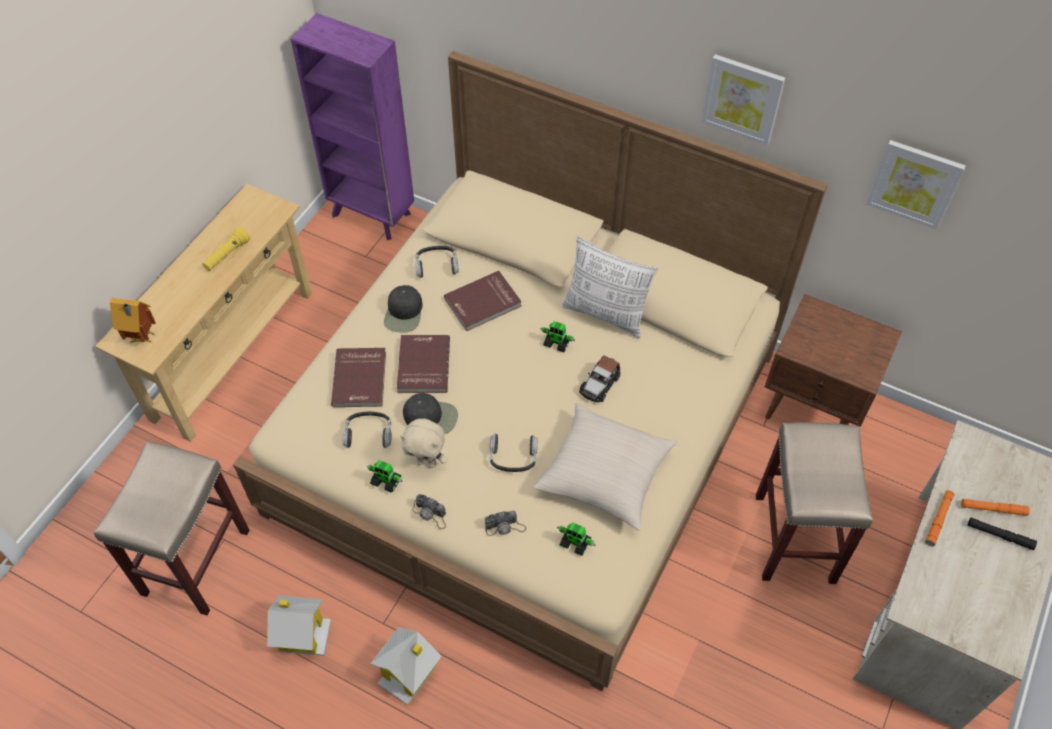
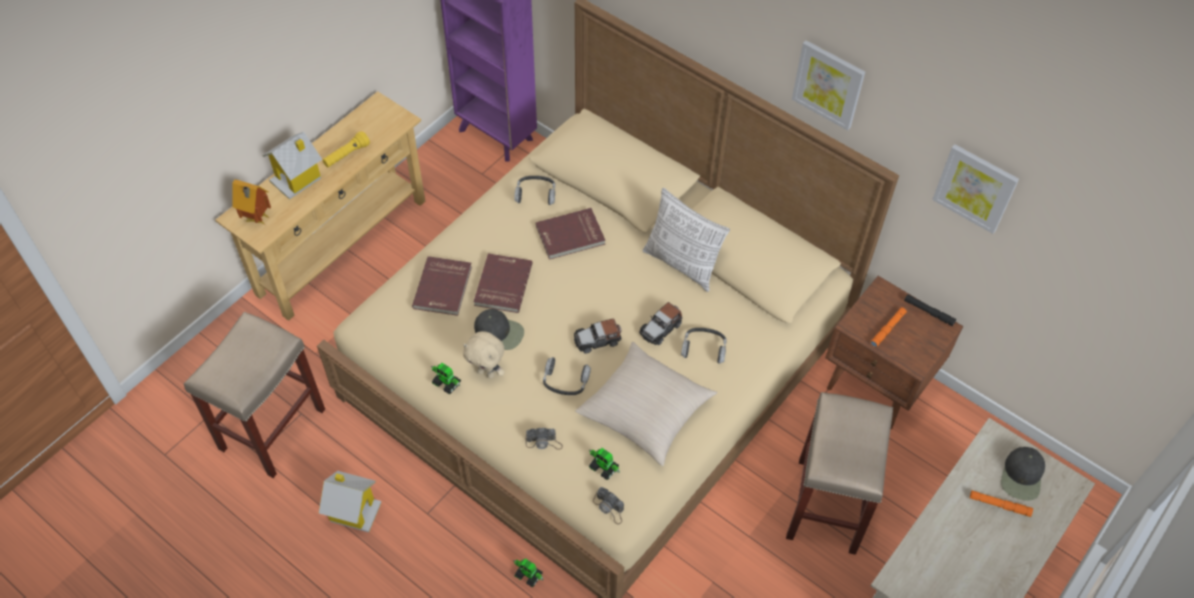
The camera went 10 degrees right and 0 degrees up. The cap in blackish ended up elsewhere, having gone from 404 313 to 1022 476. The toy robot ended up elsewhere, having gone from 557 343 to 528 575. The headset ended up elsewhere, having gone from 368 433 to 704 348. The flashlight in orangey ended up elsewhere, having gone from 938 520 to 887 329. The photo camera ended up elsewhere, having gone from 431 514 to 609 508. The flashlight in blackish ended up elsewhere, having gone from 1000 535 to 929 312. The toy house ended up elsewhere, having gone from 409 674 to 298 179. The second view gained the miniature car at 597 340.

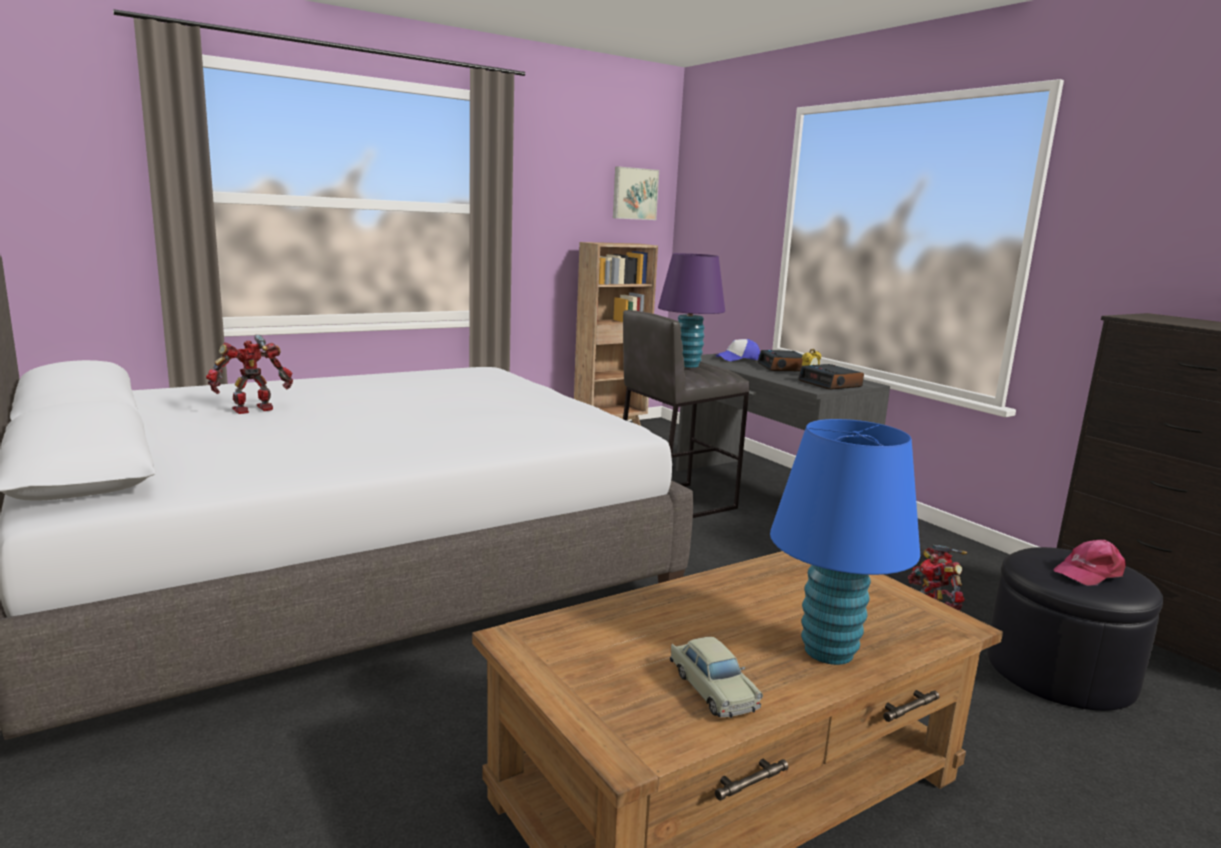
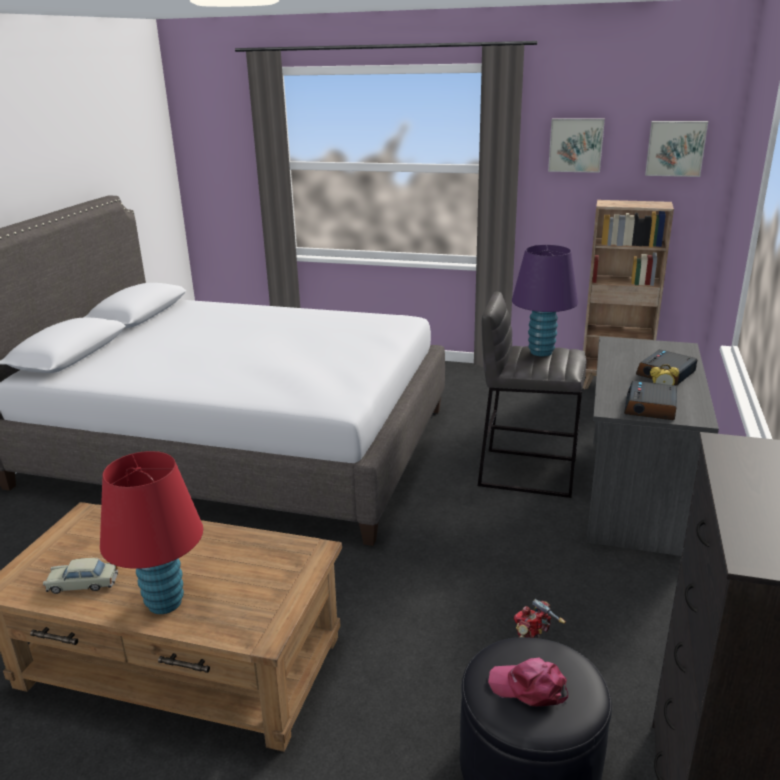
The camera went 50 degrees right and 10 degrees up. The second view lost the toy robot at 254 410. The second view lost the cap at 738 359. What was the lamp for a table in blue at 828 652 turned into the lamp for a table in red at 164 603. The miniature car in beige at 712 688 ended up facing another way, 60 degrees clockwise from before. The second view gained the wall picture at 576 145.

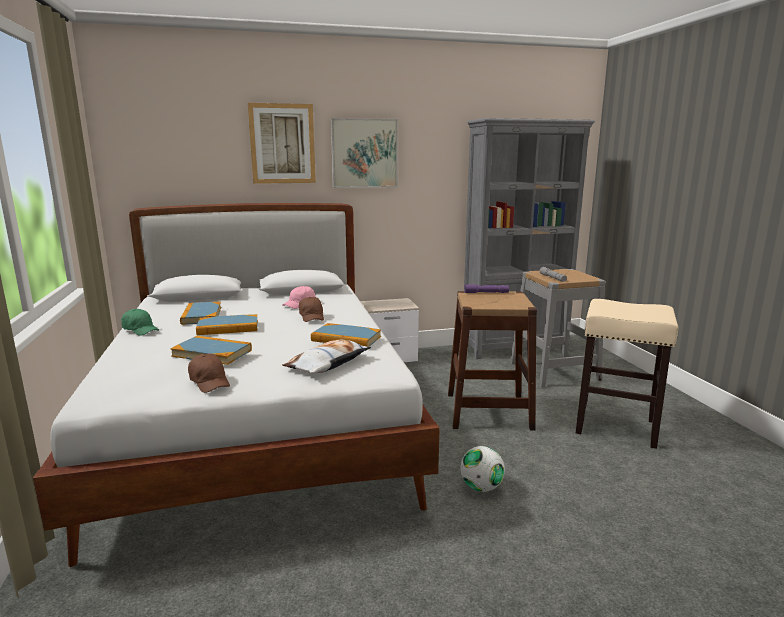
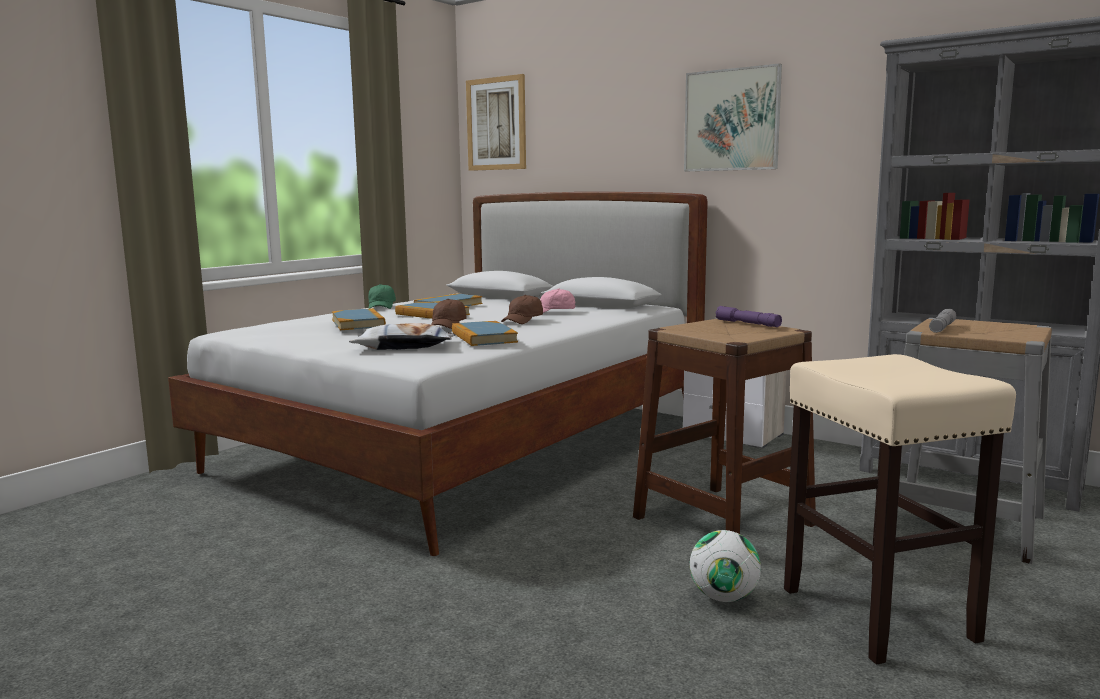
The camera went 50 degrees right and 5 degrees down. The wall picture ended up elsewhere, having gone from 282 144 to 496 124. The cap in brownish ended up elsewhere, having gone from 210 382 to 448 325. The football ball ended up elsewhere, having gone from 481 487 to 723 597.

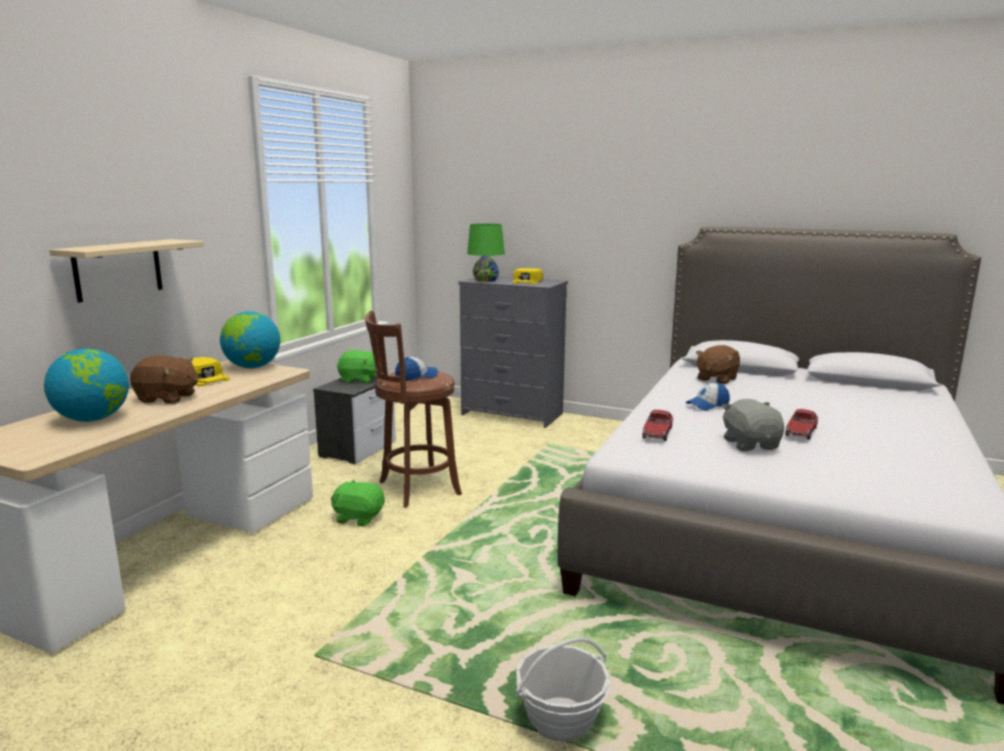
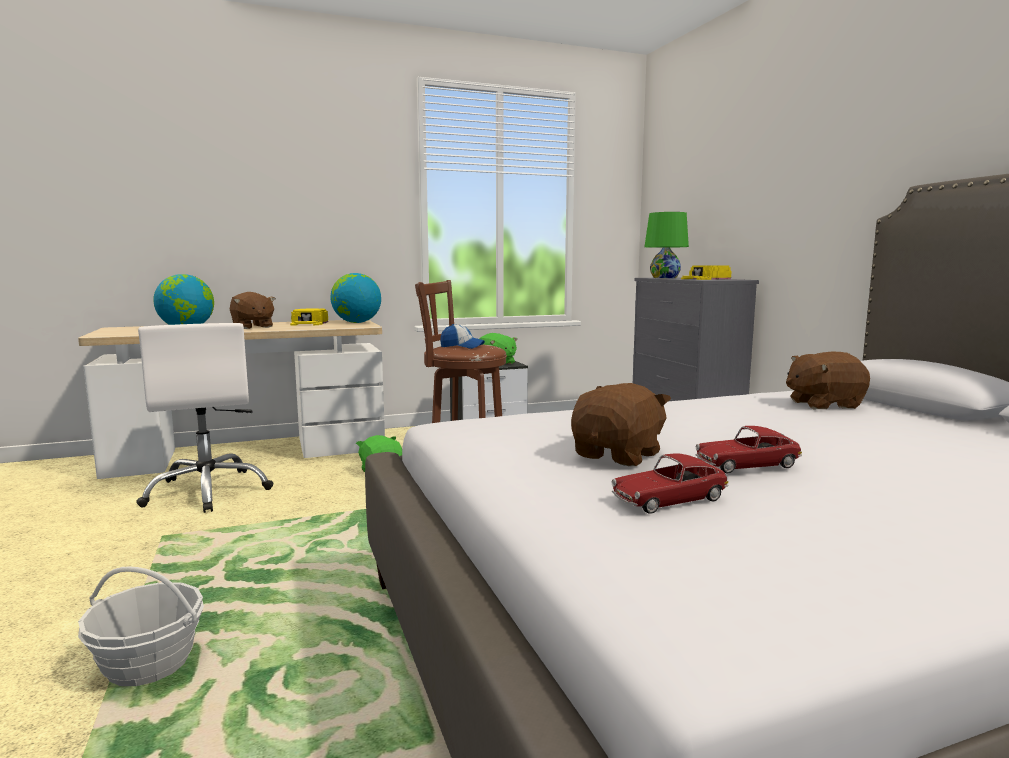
The camera went 45 degrees right and 5 degrees down. The second view lost the shelf in beige at 118 269. The second view lost the cap at 707 405. What was the plush toy in grey at 751 444 turned into the plush toy in brownish at 618 455. The miniature car ended up elsewhere, having gone from 657 433 to 669 499. The second view gained the desk chair in white-coloured at 208 491.

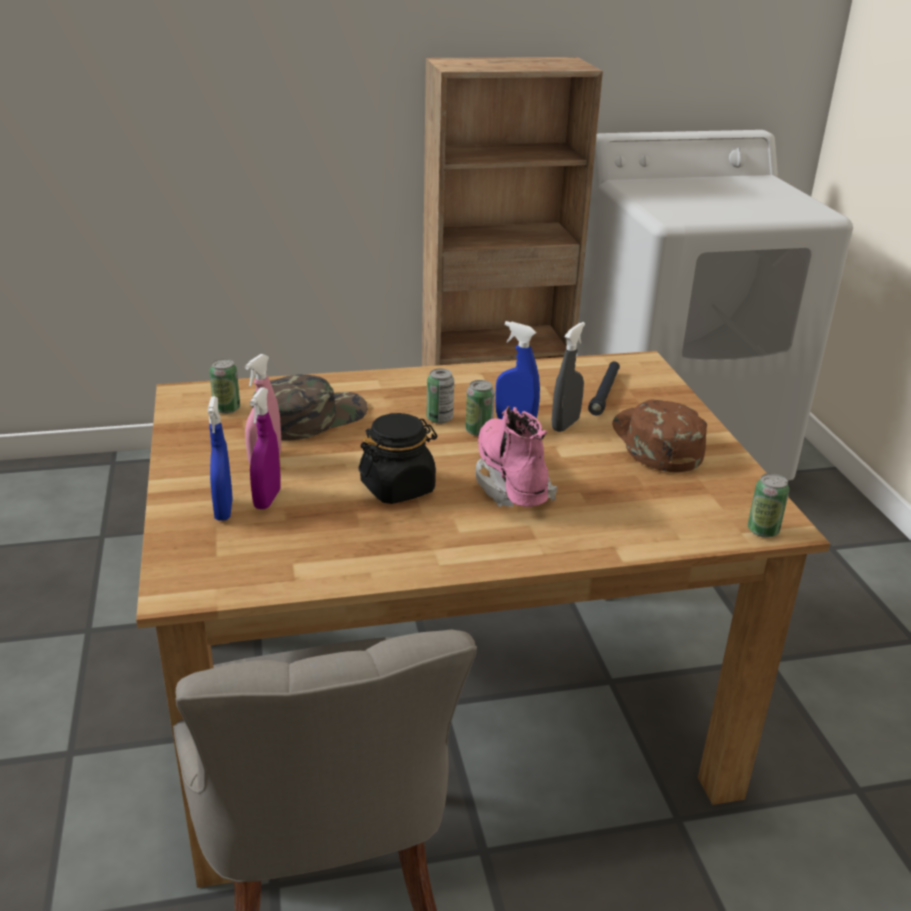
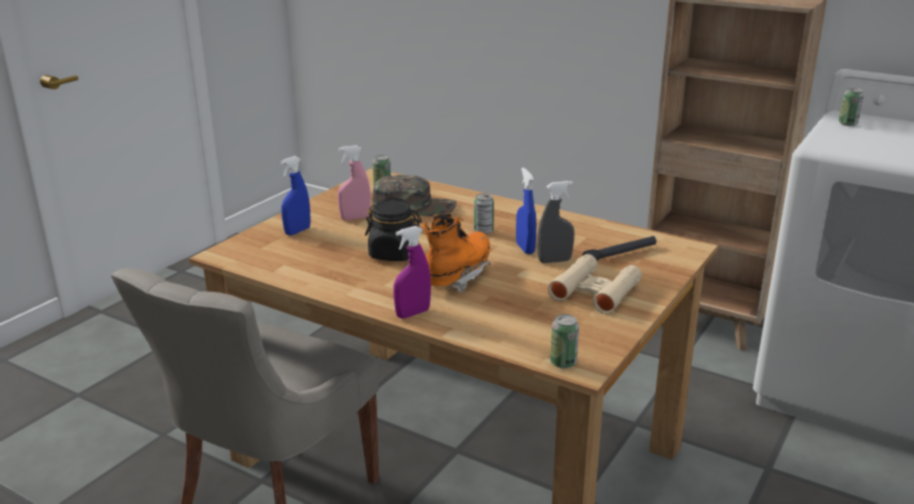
The camera went 45 degrees right and 5 degrees down. The metal can ended up elsewhere, having gone from 478 431 to 848 124. The spray bottle in purplish ended up elsewhere, having gone from 267 499 to 413 313. Where the cap in brownish stood at 655 442, the field glasses in beige came to stand at 595 291. What was the boot in pink at 511 483 turned into the boot in orangey at 457 276.

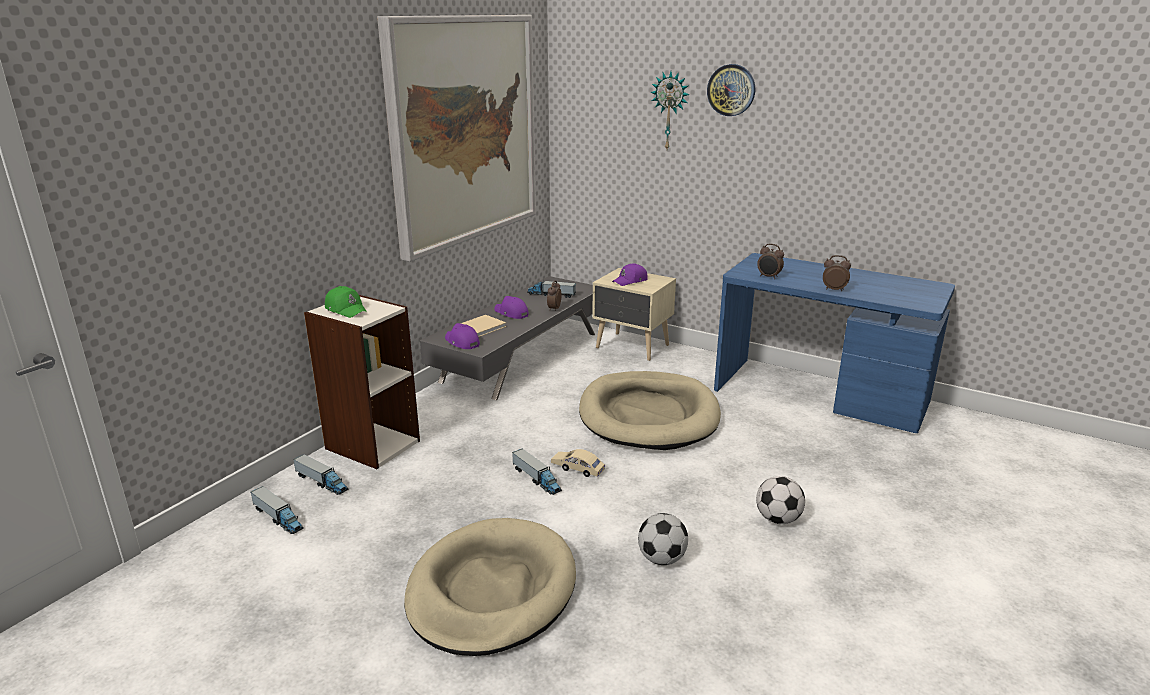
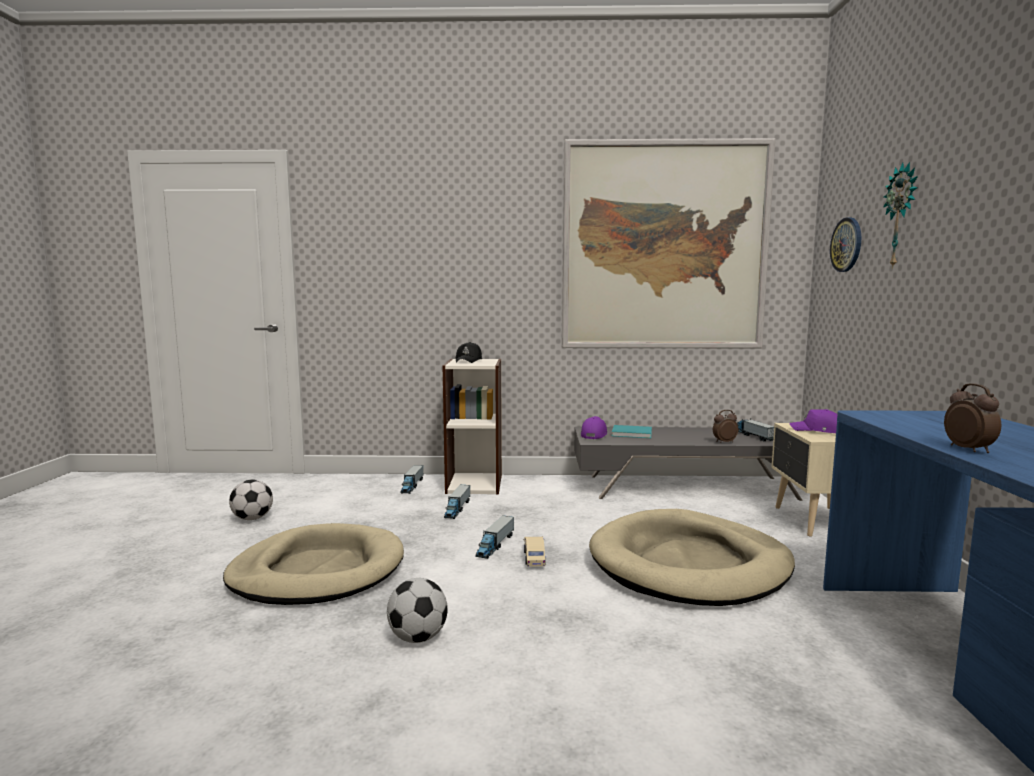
The camera went 60 degrees right and 15 degrees down. The clock on the wall ended up elsewhere, having gone from 731 90 to 847 245. The second view lost the bedside clock at 769 277. What was the cap in green at 346 309 turned into the cap in blackish at 469 361. The second view lost the cap in purplish at 511 313. What was the bound book in beige at 482 327 turned into the bound book in turquoise at 633 433. The football ball ended up elsewhere, having gone from 778 519 to 252 518. The toy lorry ended up elsewhere, having gone from 278 518 to 457 509.

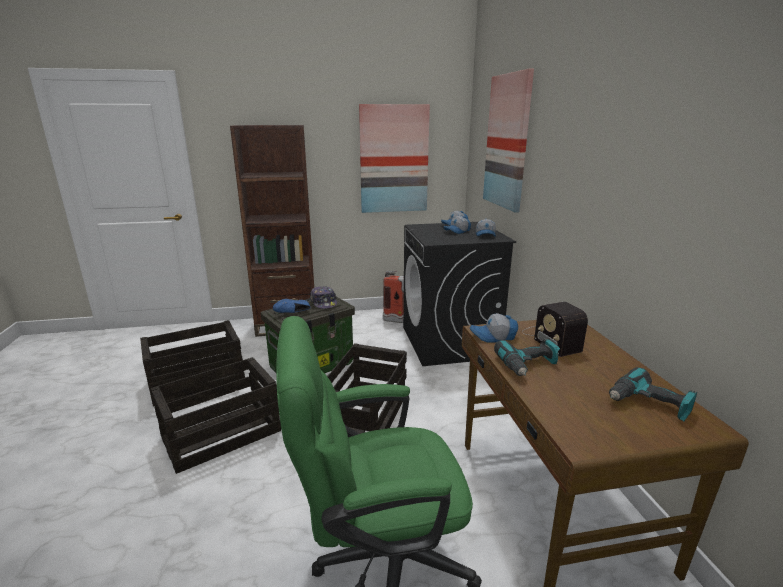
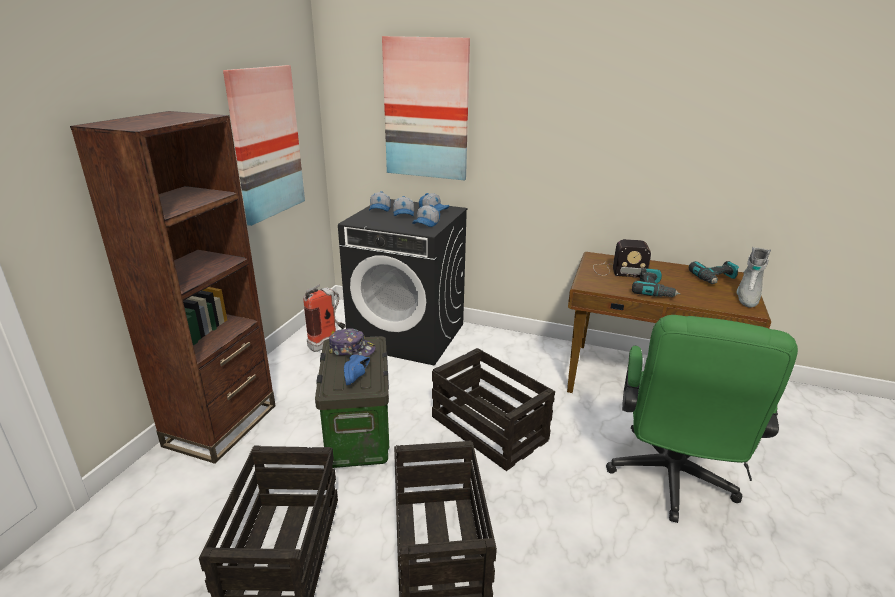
The camera went 60 degrees left and 5 degrees up. The cap ended up elsewhere, having gone from 493 336 to 427 223. The second view gained the boot in grey at 747 297.

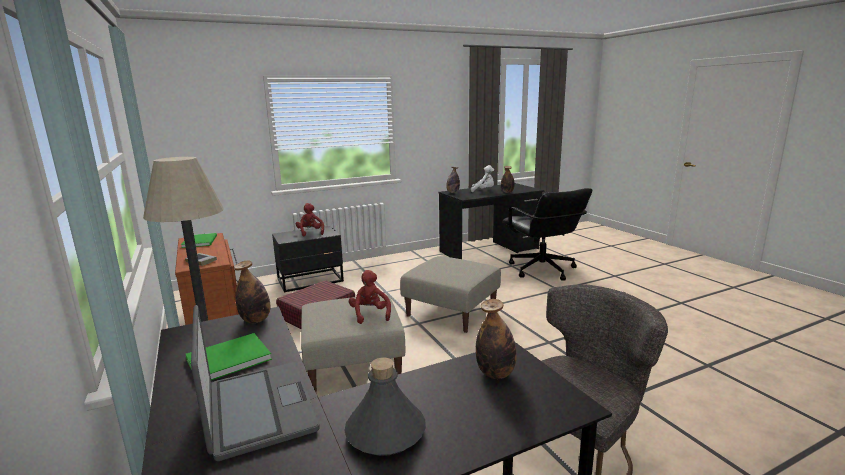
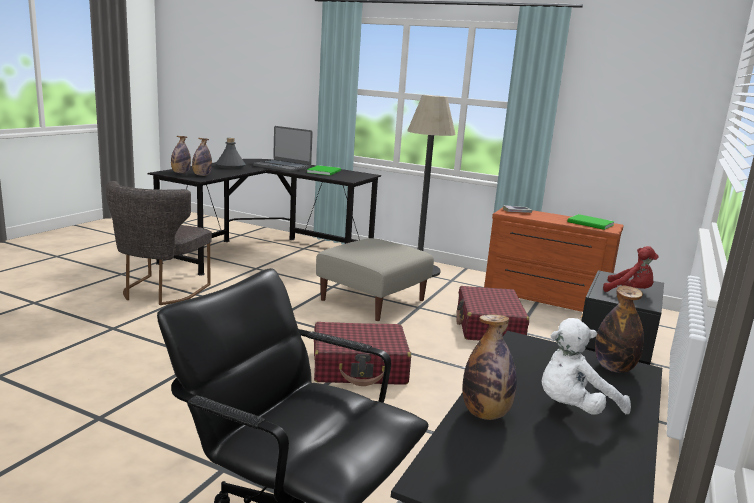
The camera went 140 degrees right and 0 degrees up. Where the footrest in beige stood at 450 311, the travel case in red came to stand at 359 367. The drink bottle ended up elsewhere, having gone from 256 320 to 180 173. The second view lost the plush toy in red at 370 314.

